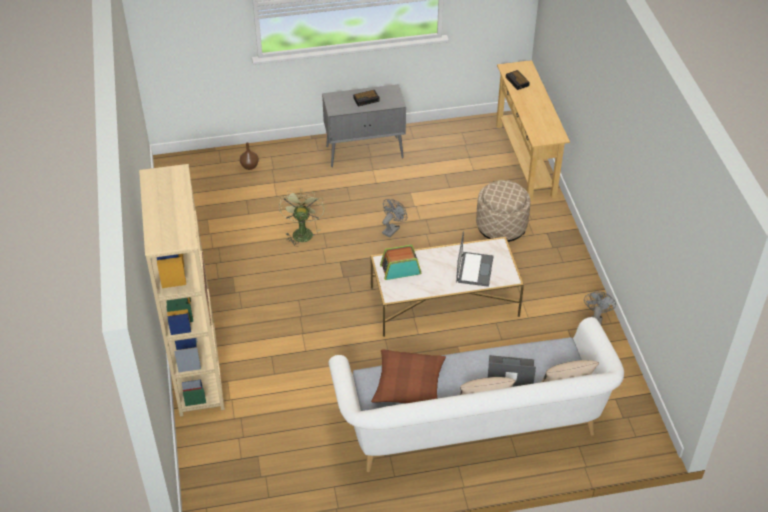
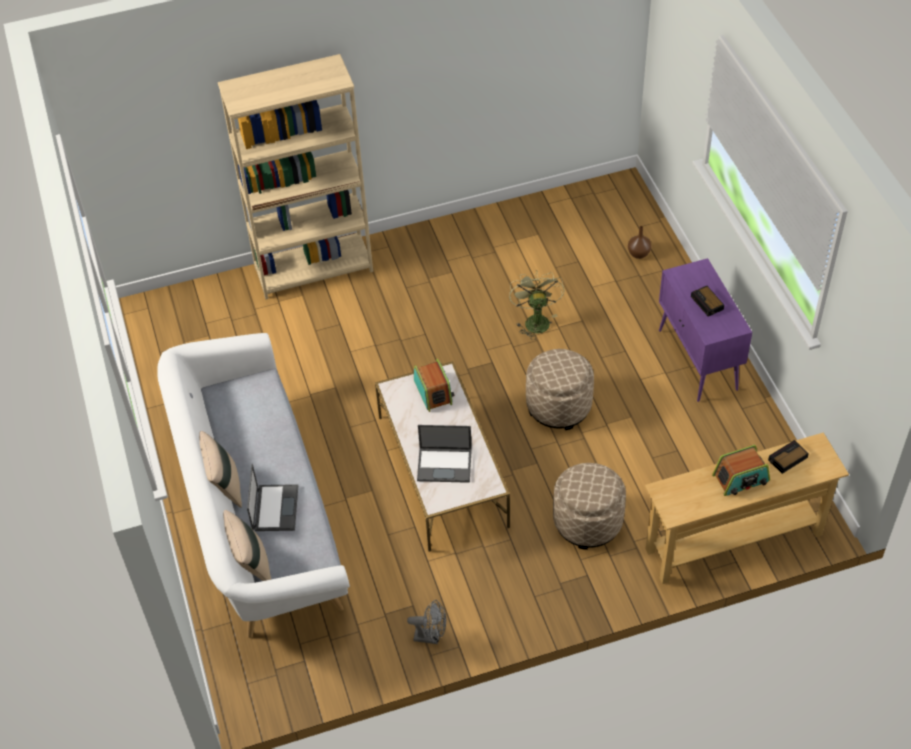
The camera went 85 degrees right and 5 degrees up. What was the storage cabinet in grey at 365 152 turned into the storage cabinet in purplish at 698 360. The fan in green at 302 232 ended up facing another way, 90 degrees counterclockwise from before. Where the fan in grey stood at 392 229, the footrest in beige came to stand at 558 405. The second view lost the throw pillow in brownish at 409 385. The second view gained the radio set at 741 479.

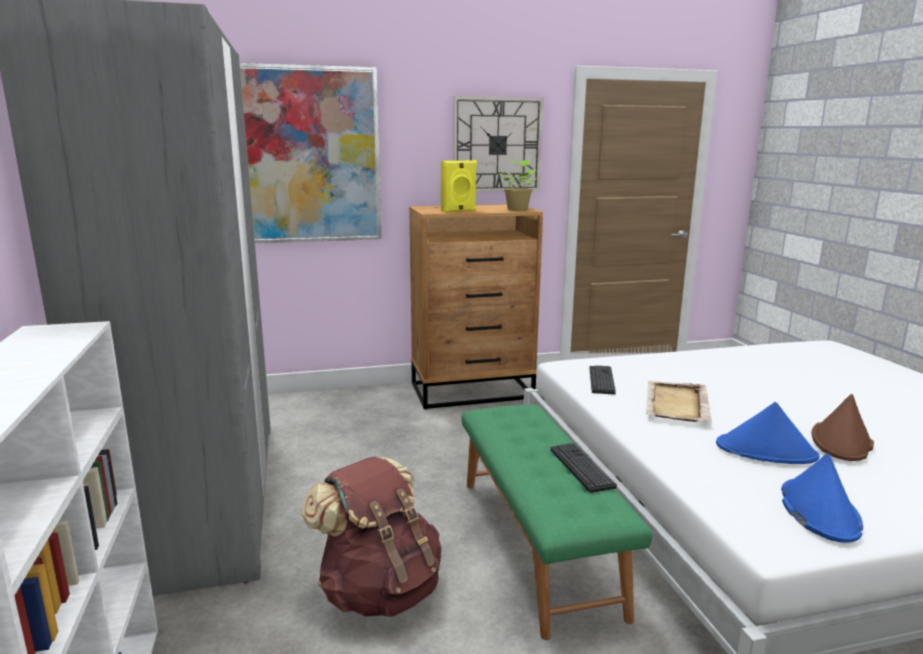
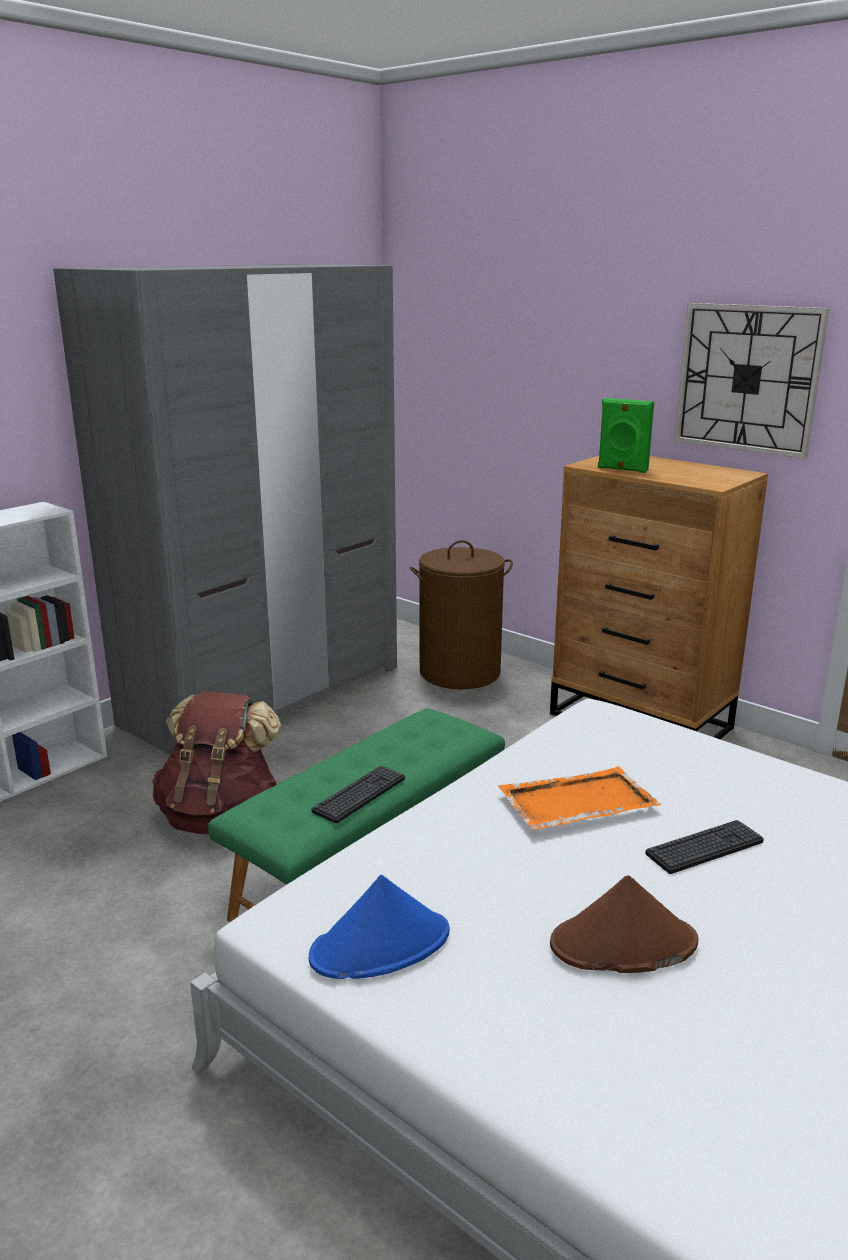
The camera went 55 degrees right and 5 degrees up. The second view lost the wall picture at 312 156. The second view lost the houseplant at 518 209. What was the audio speaker in yellow-coloured at 458 211 turned into the audio speaker in green at 622 469. The keyboard ended up elsewhere, having gone from 601 380 to 704 847. What was the carrying tray in beige at 676 404 turned into the carrying tray in orangey at 576 802. The second view lost the clothing hat in blue at 766 451. The second view gained the washing basket in brownish at 460 672.

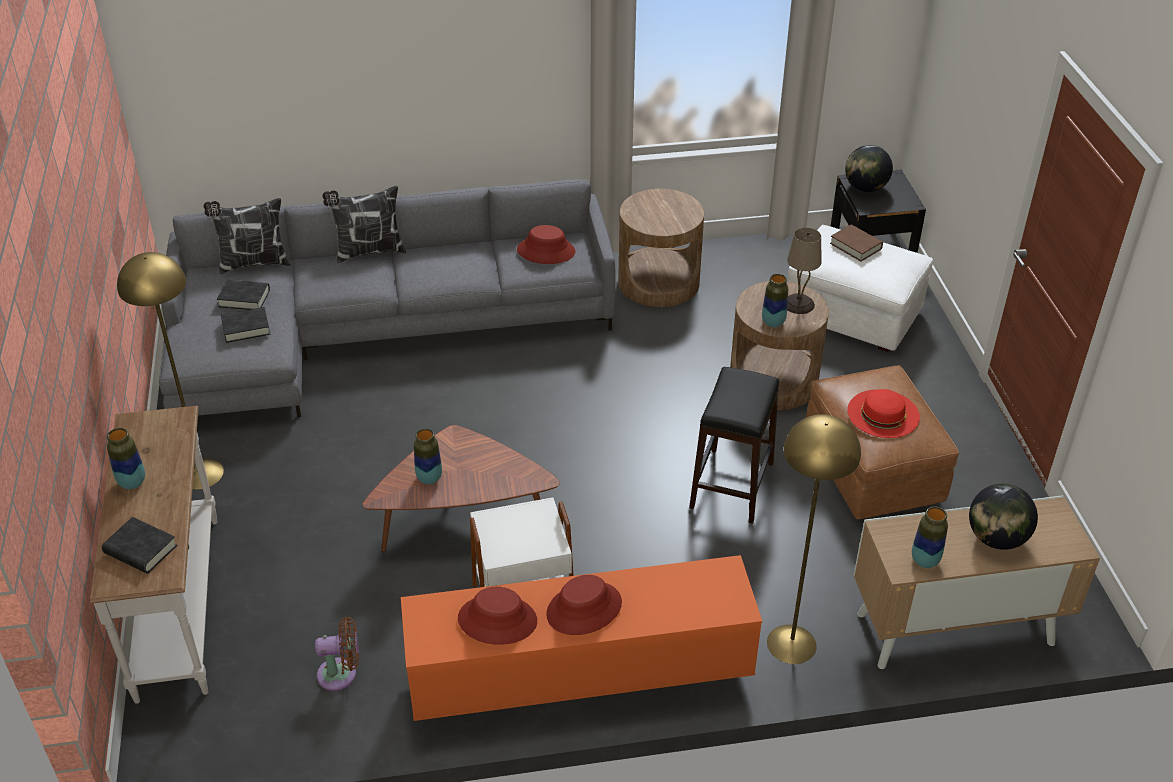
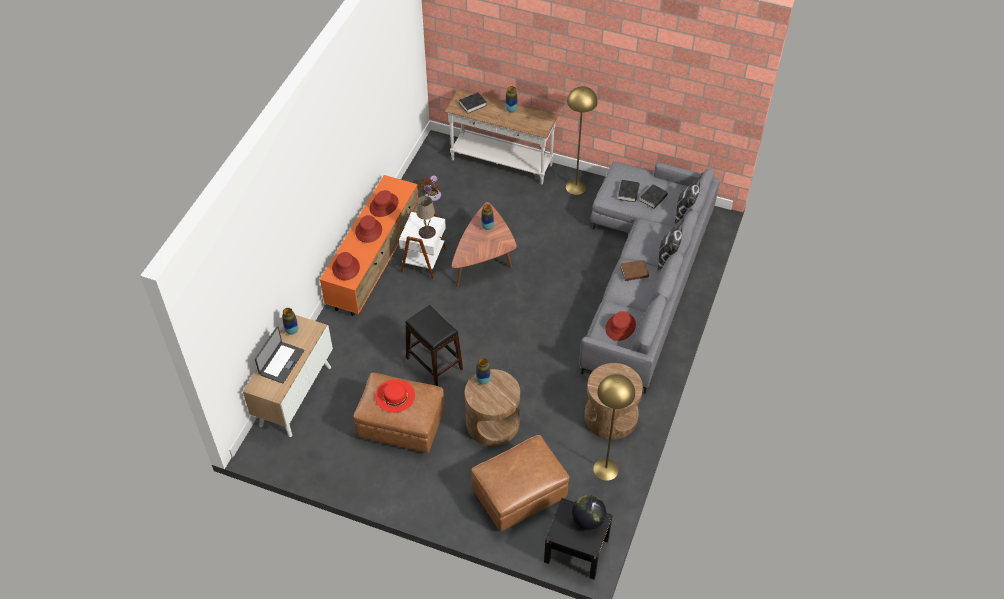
The camera went 120 degrees right and 10 degrees up. The bound book in brownish ended up elsewhere, having gone from 855 246 to 634 272. What was the footrest in white-coloured at 853 315 turned into the footrest in brownish at 519 495. The lamp for a table in beige ended up elsewhere, having gone from 798 304 to 426 232. The standing lamp in yellow-coloured ended up elsewhere, having gone from 792 644 to 605 469. Where the desk globe stood at 996 538, the portable computer came to stand at 281 362. The second view gained the clothing hat in red at 345 268.

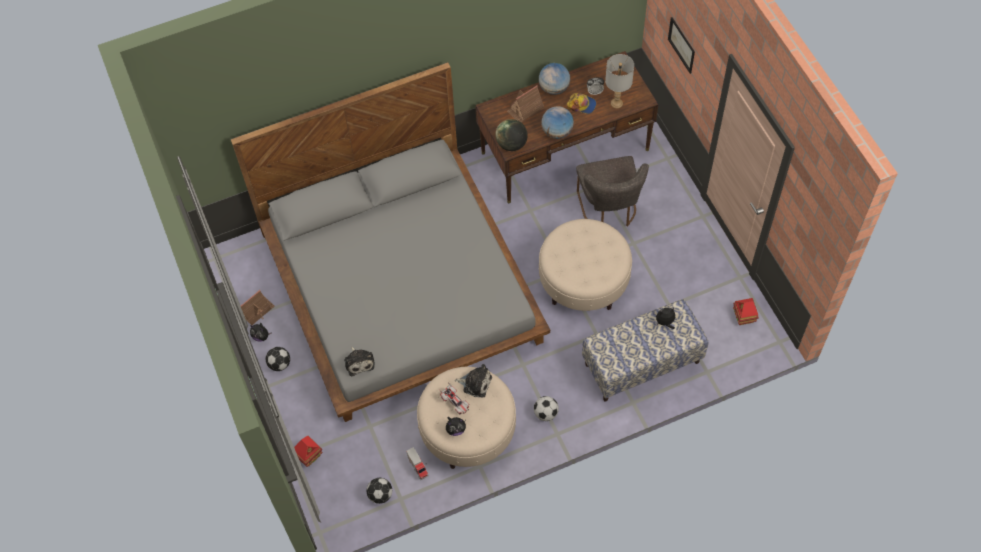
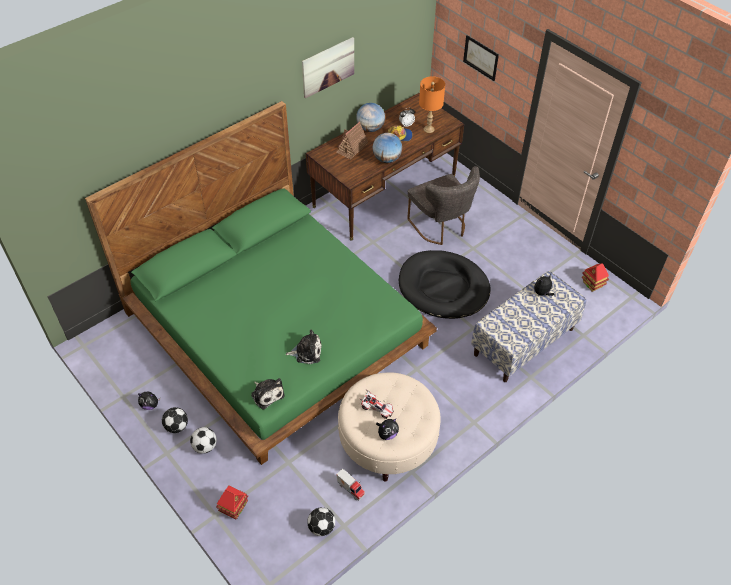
The camera went 20 degrees left and 10 degrees down. What was the lamp for a table in grey at 616 103 turned into the lamp for a table in orangey at 428 129. What was the bedroom bed in grey at 402 286 turned into the bedroom bed in green at 277 328. The second view lost the desk globe at 511 144. Where the footrest in beige stood at 584 282, the pet bed in blackish came to stand at 443 287. The second view lost the toy house at 256 310. The plush toy ended up elsewhere, having gone from 475 383 to 306 352. The football ball ended up elsewhere, having gone from 546 413 to 205 446. The second view gained the wall picture at 328 67.

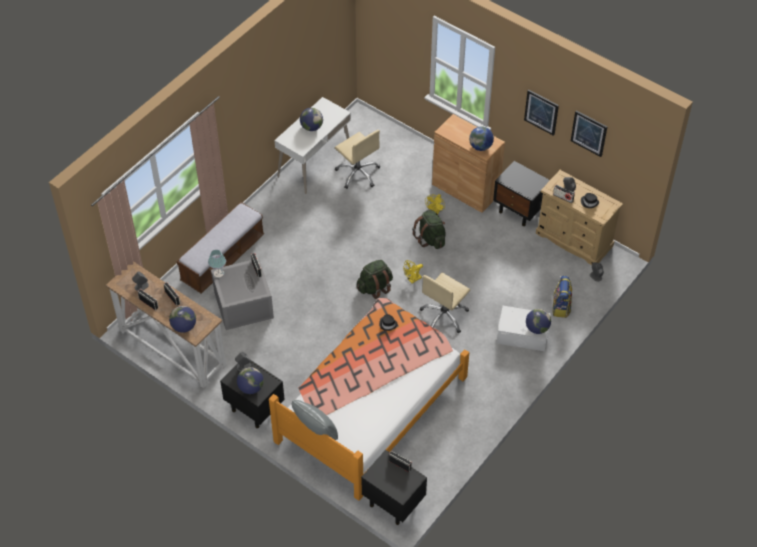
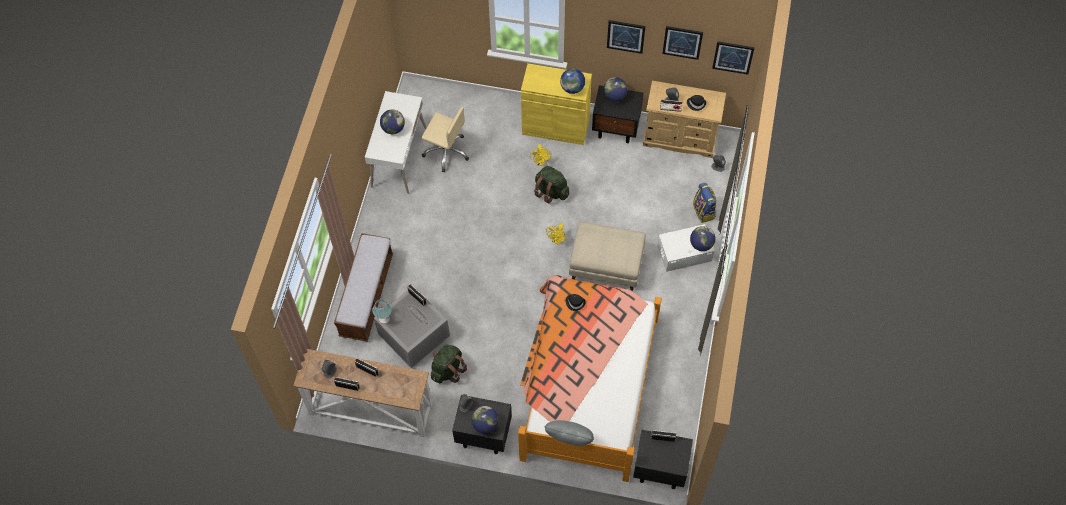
The camera went 25 degrees left and 10 degrees up. What was the storage cabinet in brownish at 465 189 turned into the storage cabinet in yellow-coloured at 555 127. The rucksack in green ended up elsewhere, having gone from 375 287 to 448 370. Where the desk chair in beige stood at 444 316, the footrest in beige came to stand at 605 265. The desk globe ended up elsewhere, having gone from 184 327 to 614 96. The second view gained the wall picture at 733 57.

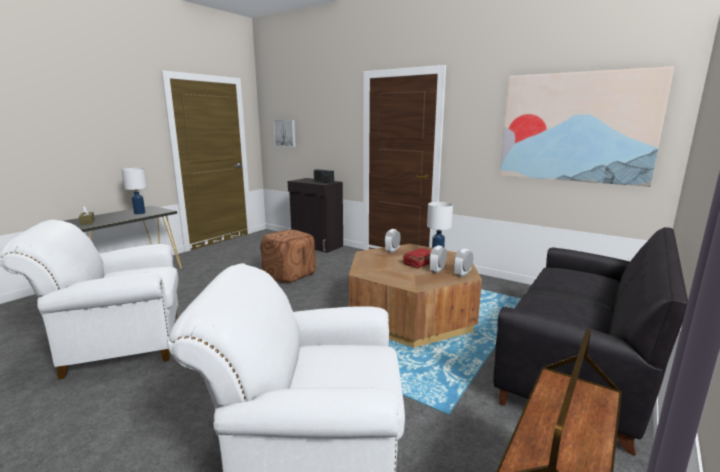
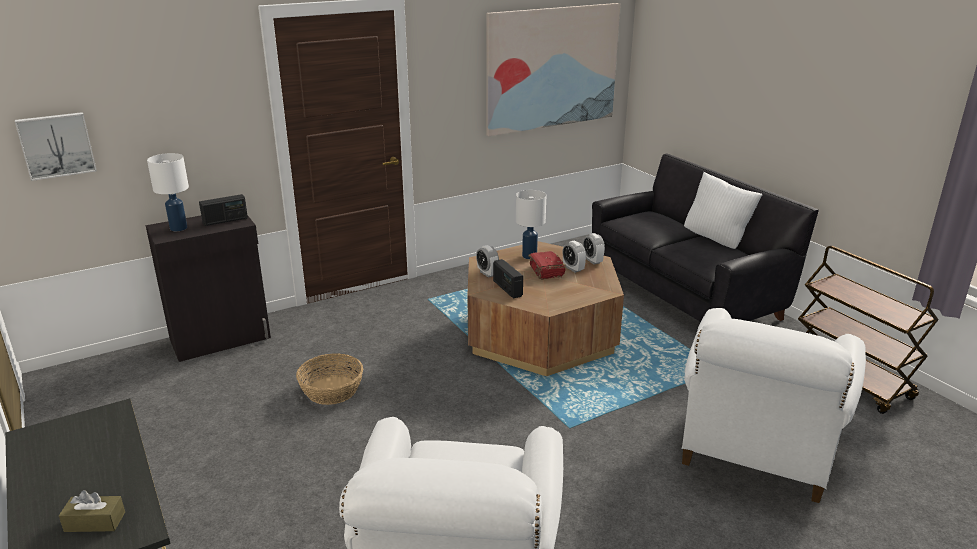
The camera went 65 degrees left and 10 degrees up. The lamp for a table in white-coloured ended up elsewhere, having gone from 139 213 to 178 228. Where the footrest in brownish stood at 289 275, the basket came to stand at 332 390. The second view gained the throw pillow in white-coloured at 717 240. The second view gained the radio set at 507 288.

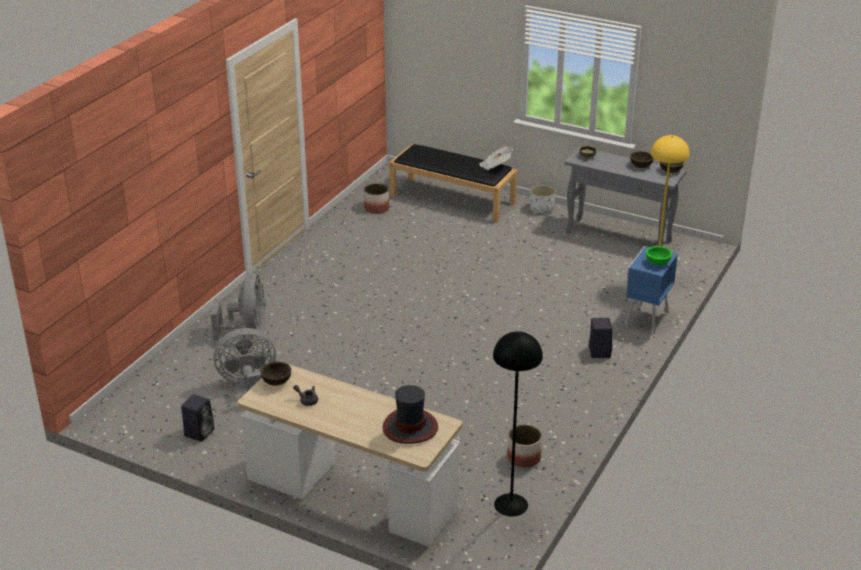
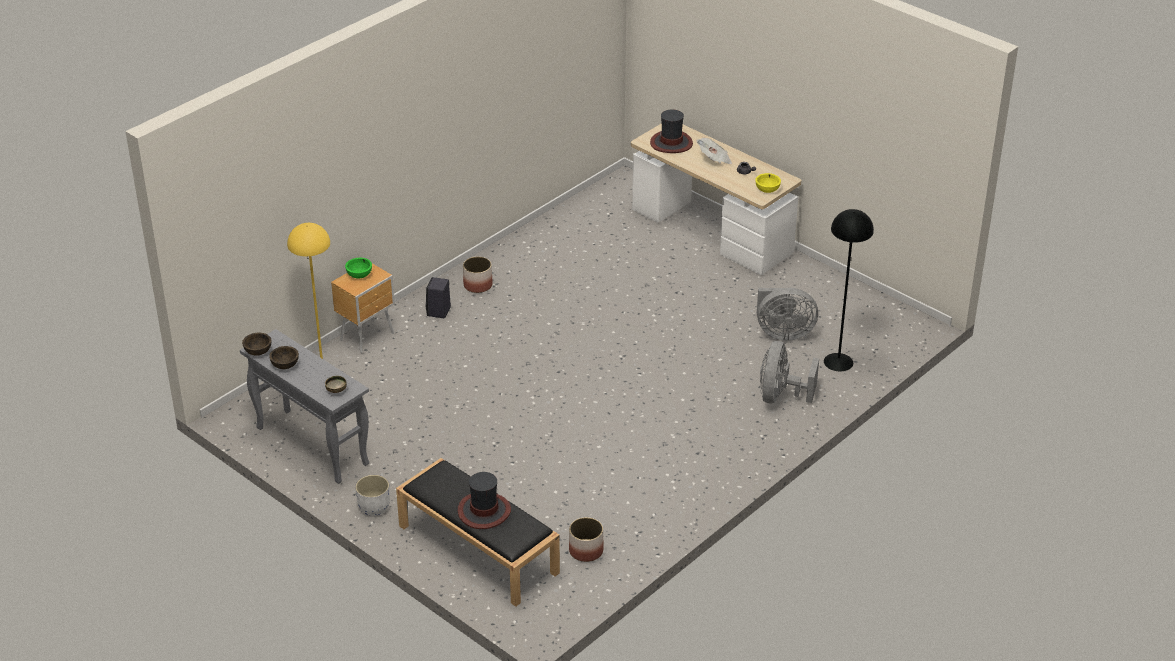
The camera went 165 degrees left and 5 degrees up. The daily paper ended up elsewhere, having gone from 495 166 to 714 159. What was the night table in blue at 645 320 turned into the night table in brownish at 368 336. The standing lamp in blackish ended up elsewhere, having gone from 510 504 to 838 362. What was the serving bowl in brownish at 276 381 turned into the serving bowl in yellow-coloured at 767 190. The second view lost the audio speaker in blackish at 199 432. The plant pot ended up elsewhere, having gone from 524 458 to 478 285. The second view gained the clothing hat at 484 511.

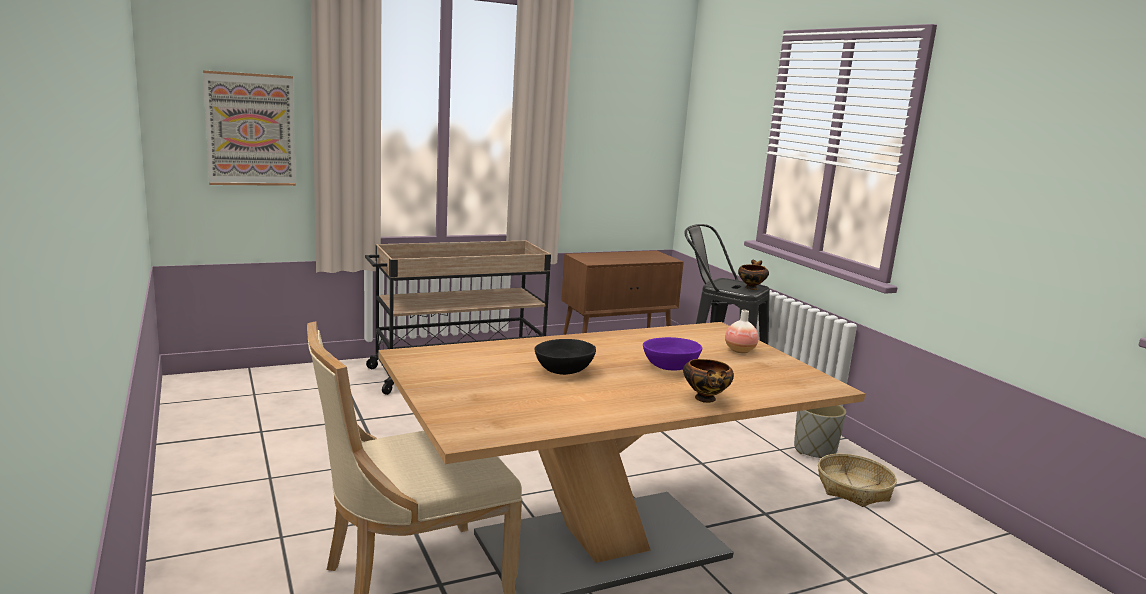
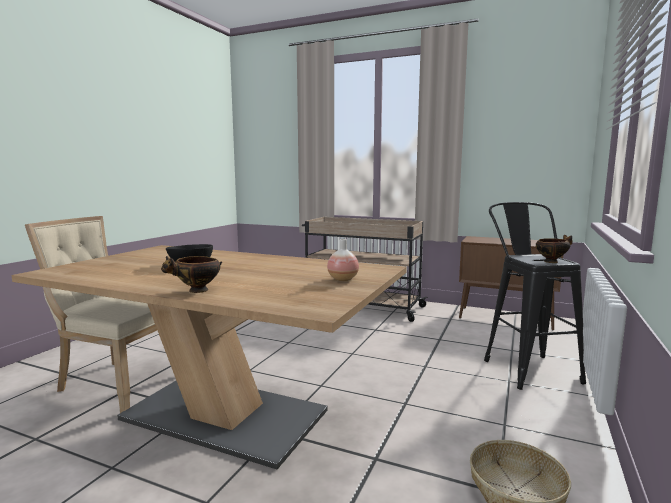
The camera went 50 degrees right and 5 degrees down. The second view lost the wall picture at 251 130. The second view lost the serving bowl in purplish at 671 367. The second view lost the plant pot in grey at 815 450.

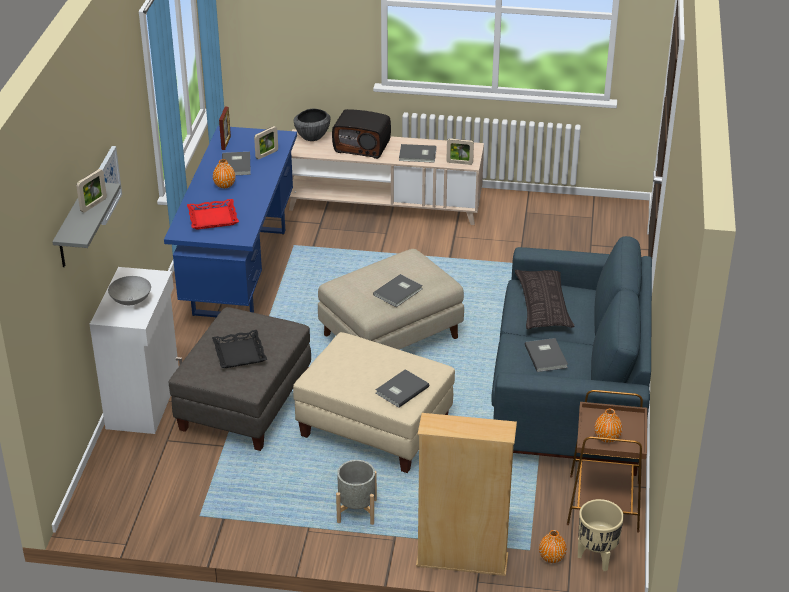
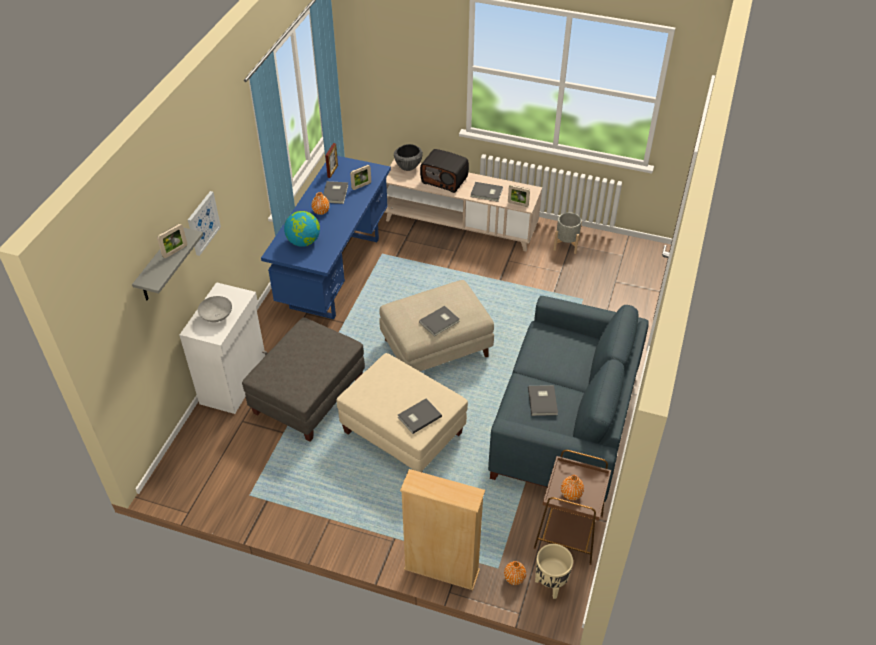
The camera went 10 degrees right and 10 degrees up. Where the carrying tray in red stood at 213 218, the desk globe came to stand at 304 242. The second view lost the throw pillow at 543 305. The second view lost the carrying tray in blackish at 240 353. The plant pot in grey ended up elsewhere, having gone from 356 511 to 566 244.

